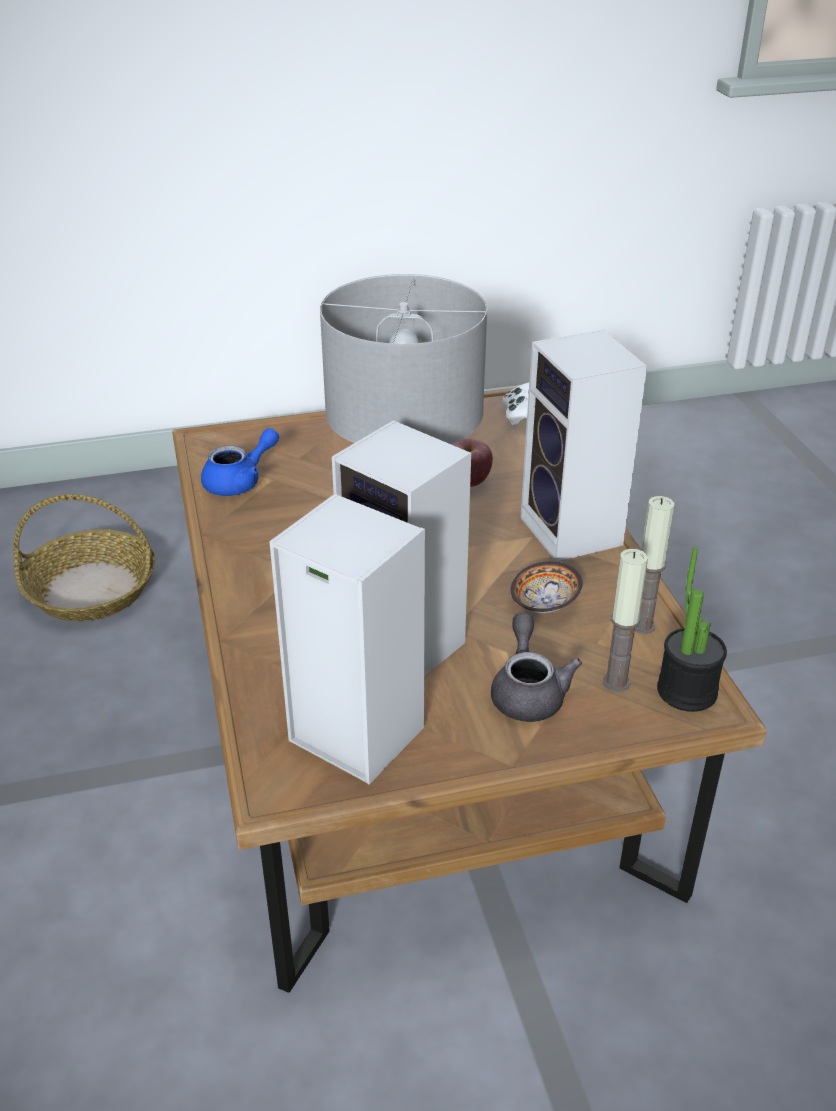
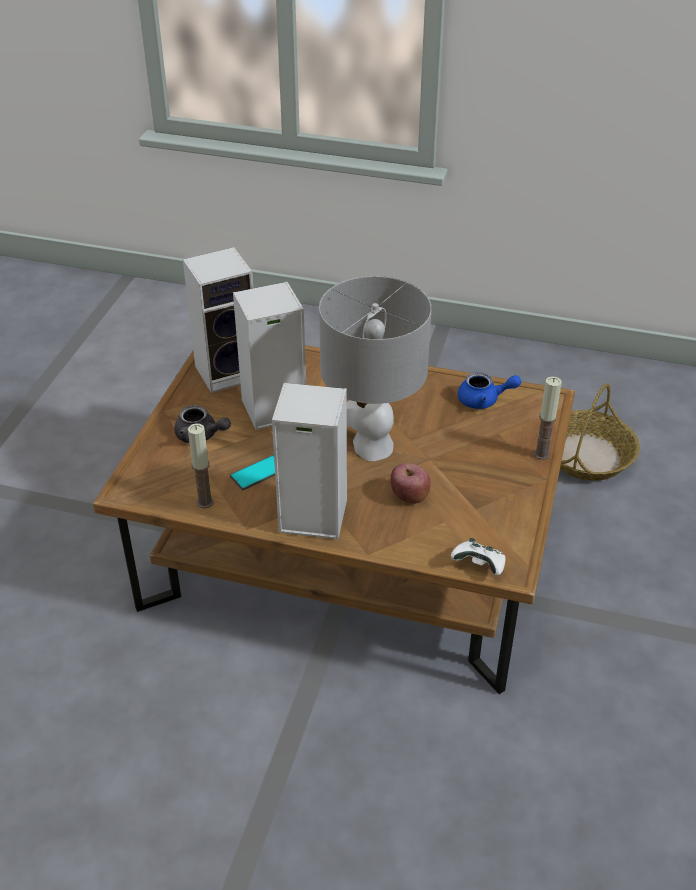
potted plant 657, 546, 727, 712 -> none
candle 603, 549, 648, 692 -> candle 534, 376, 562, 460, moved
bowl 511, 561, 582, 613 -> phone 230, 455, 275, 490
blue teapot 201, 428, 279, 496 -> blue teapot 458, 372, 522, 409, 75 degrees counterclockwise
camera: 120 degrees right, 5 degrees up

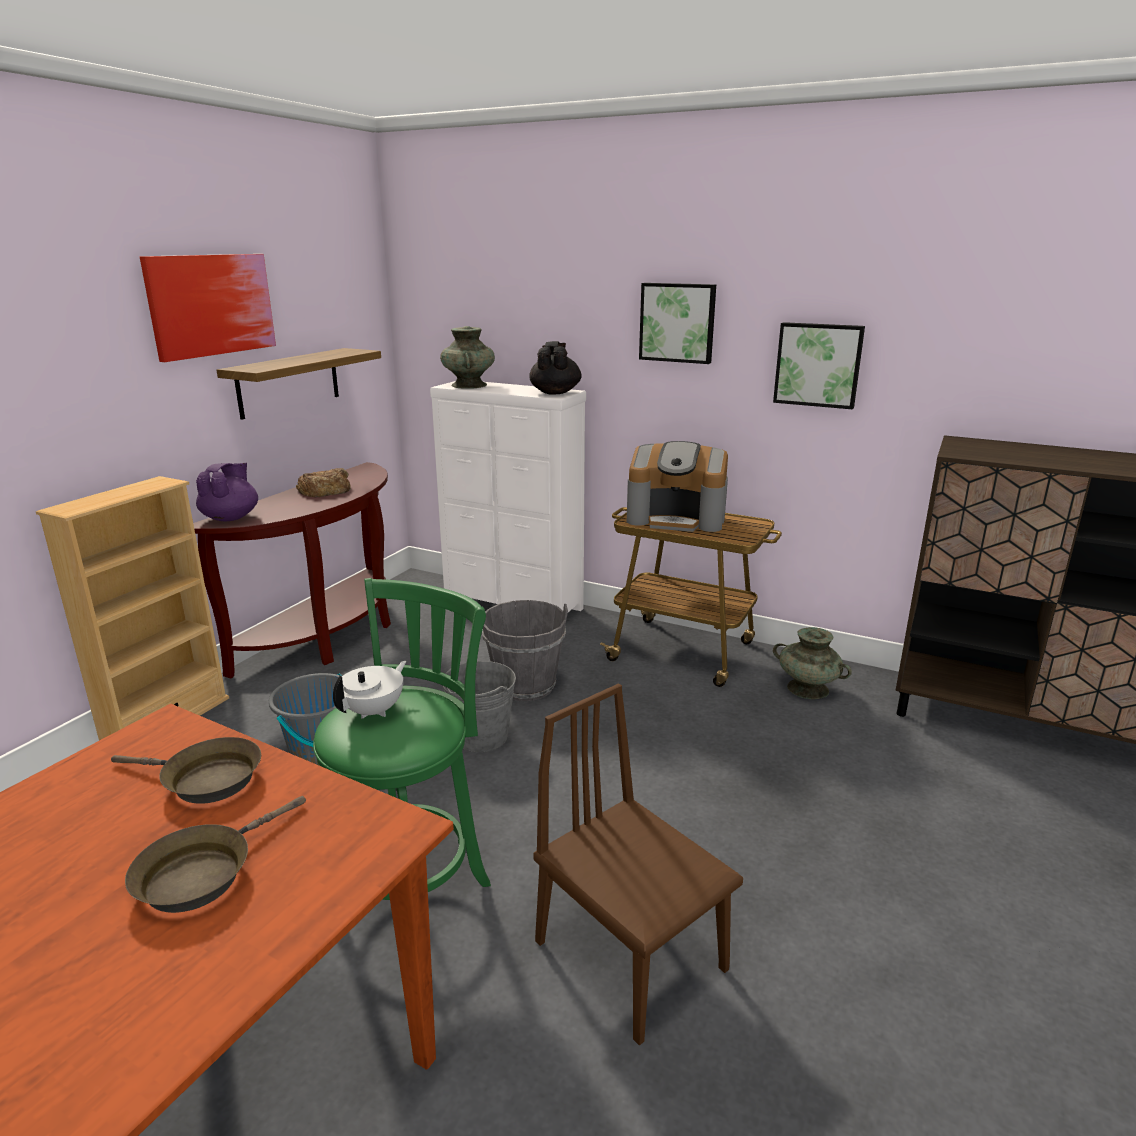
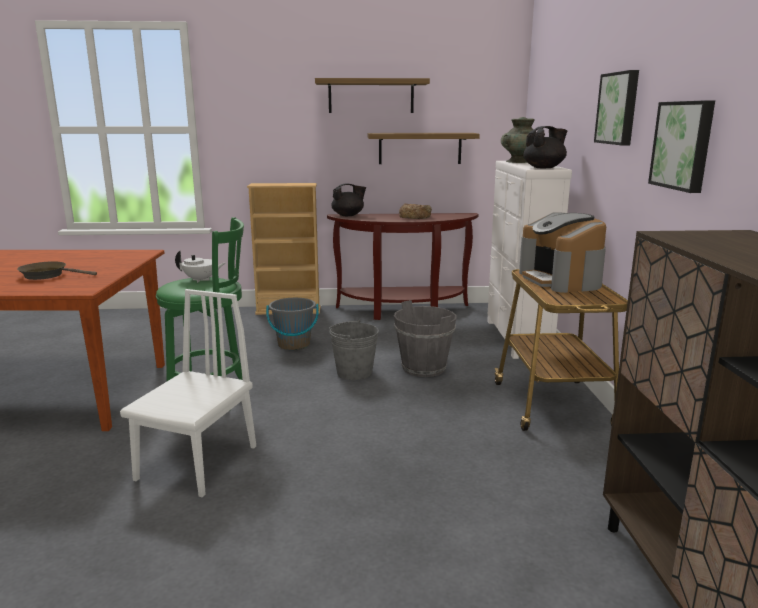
brown frying pan 111, 737, 261, 804 -> none
turquoise vase 773, 627, 852, 699 -> none
picture 140, 254, 276, 362 -> shelf 315, 78, 430, 113
purple teapot 196, 463, 258, 521 -> black teapot 331, 184, 366, 216
brown chair 533, 683, 743, 1045 -> white chair 120, 289, 256, 497
camera: 60 degrees right, 5 degrees down

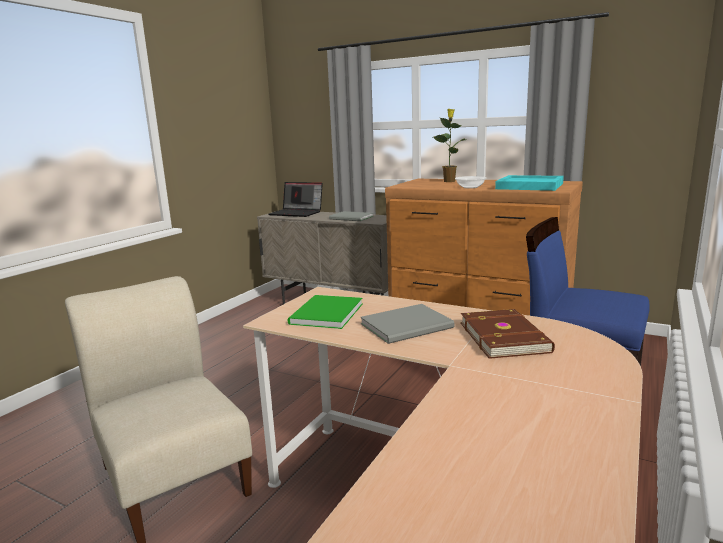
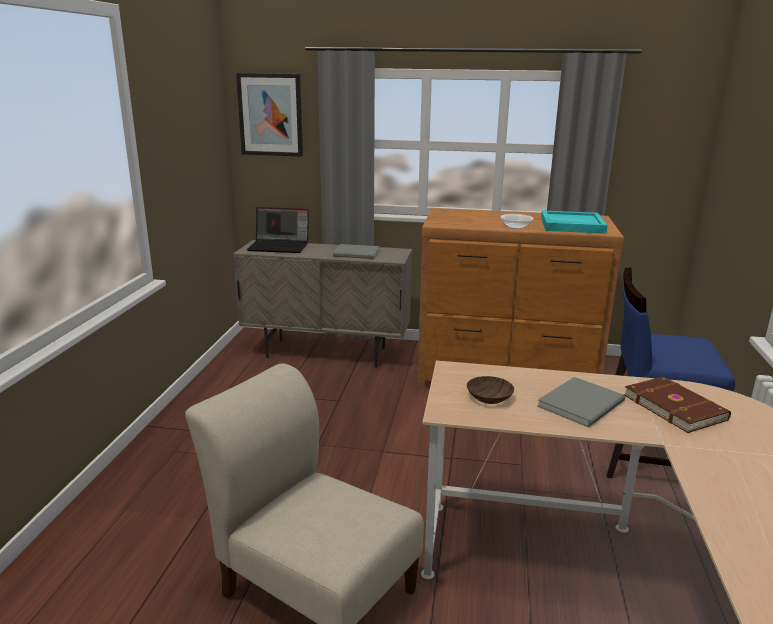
potted plant 433, 109, 466, 182 -> none
none -> picture 236, 73, 303, 157
green book 287, 295, 363, 329 -> brown bowl 467, 376, 514, 404
camera: 20 degrees left, 5 degrees up

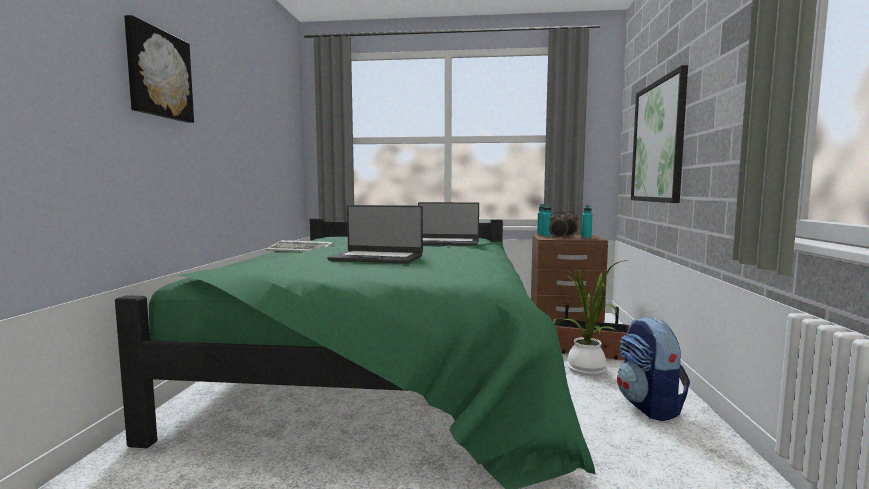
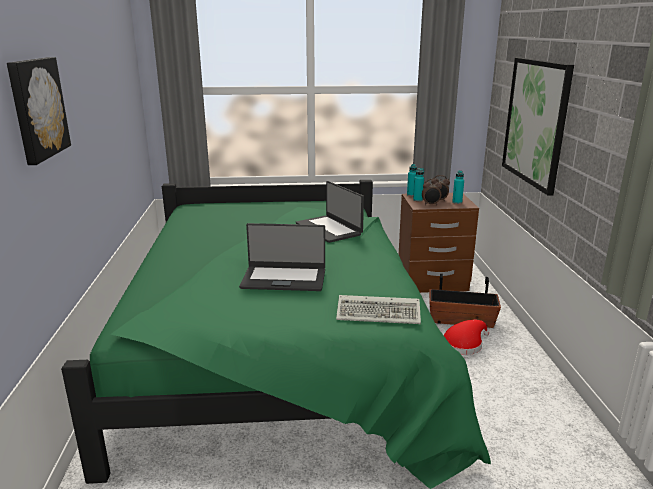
backpack 617, 317, 690, 421 -> none
keyboard 266, 240, 334, 252 -> keyboard 336, 295, 421, 324, moved
potted plant 558, 260, 628, 375 -> red hat 443, 320, 489, 355
laptop 418, 202, 479, 246 -> laptop 296, 181, 364, 243, 60 degrees clockwise
camera: 10 degrees left, 15 degrees up

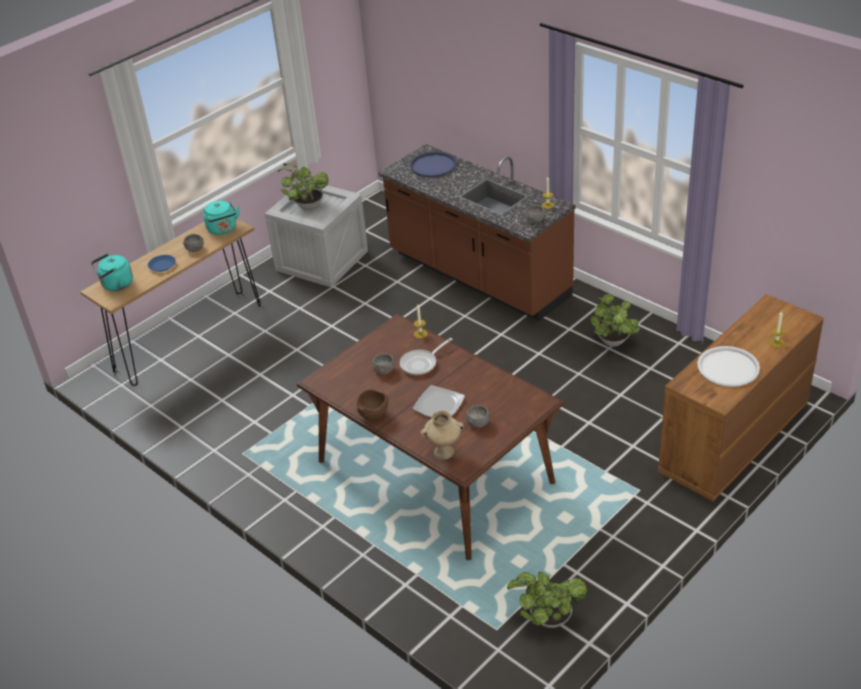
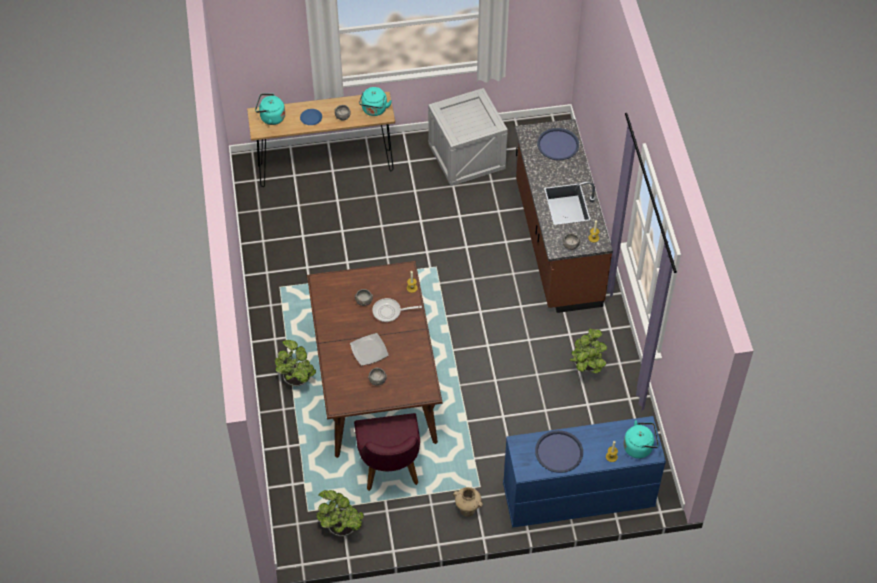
brown bowl 357, 389, 388, 420 -> none
none -> purple chair 354, 413, 420, 491
none -> turquoise kettle 623, 420, 659, 459
potted plant 278, 163, 329, 210 -> potted plant 275, 340, 316, 386, moved
beige vase 421, 411, 464, 459 -> beige vase 453, 487, 483, 517, moved
brown dresser 658, 294, 824, 501 -> blue dresser 503, 416, 666, 527
white tray 697, 346, 760, 387 -> blue tray 535, 430, 583, 473
camera: 35 degrees right, 15 degrees up

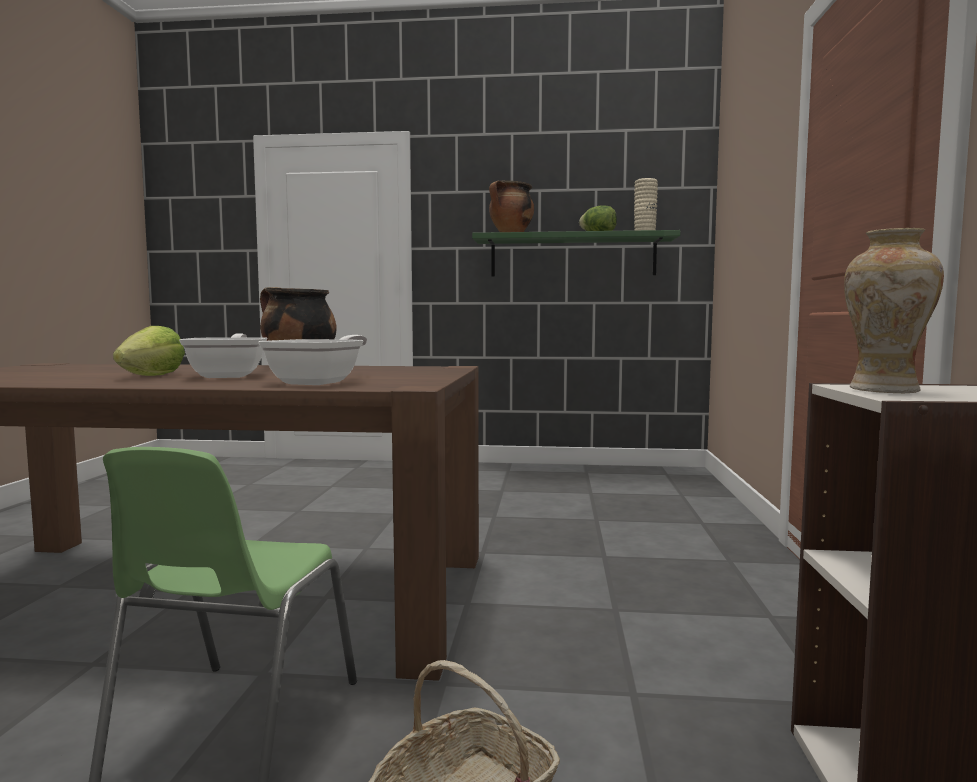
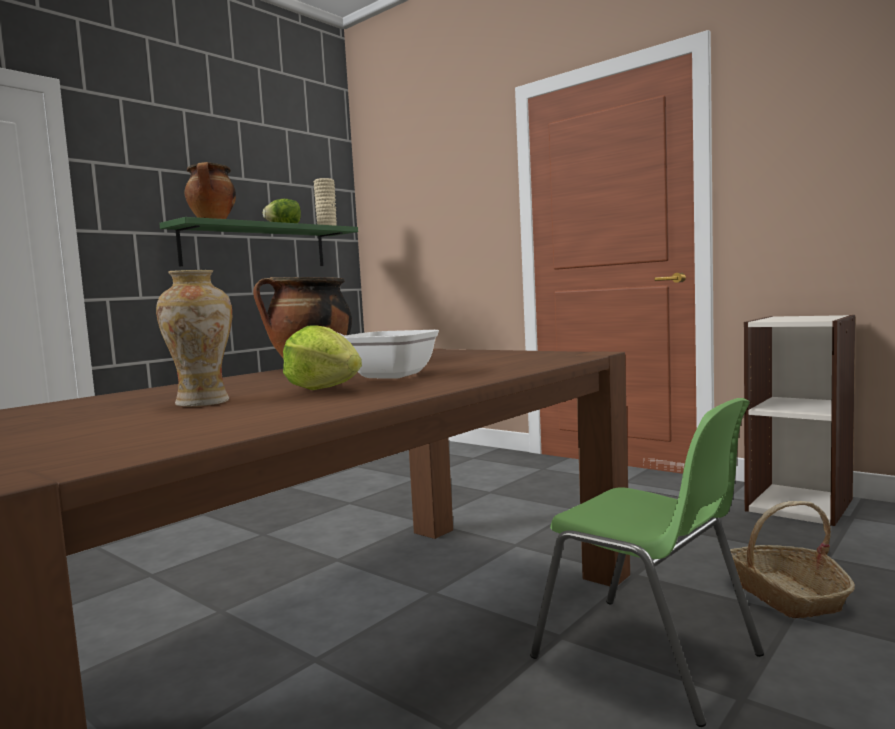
frying pan 258, 335, 367, 385 -> none
vase 844, 228, 944, 393 -> vase 156, 270, 232, 407, moved
camera: 55 degrees left, 0 degrees up

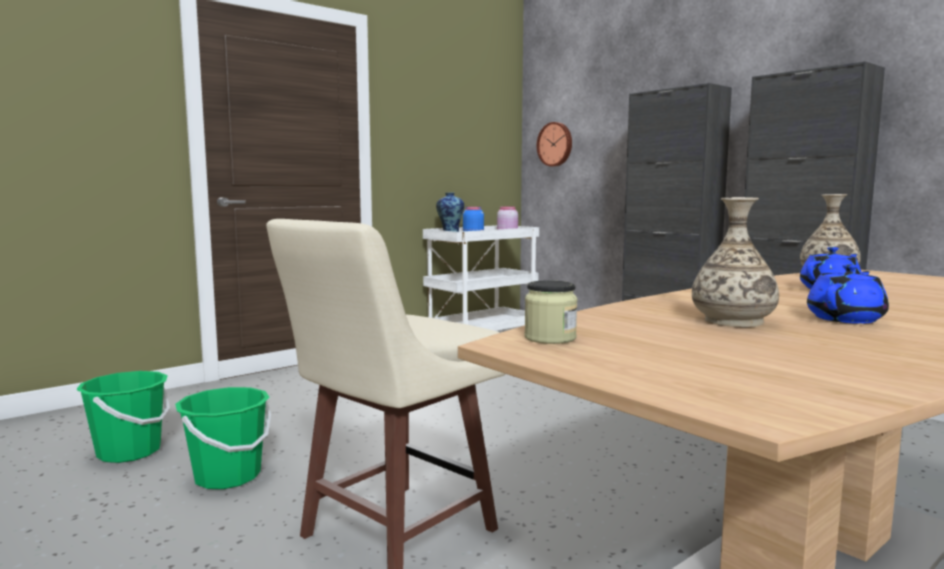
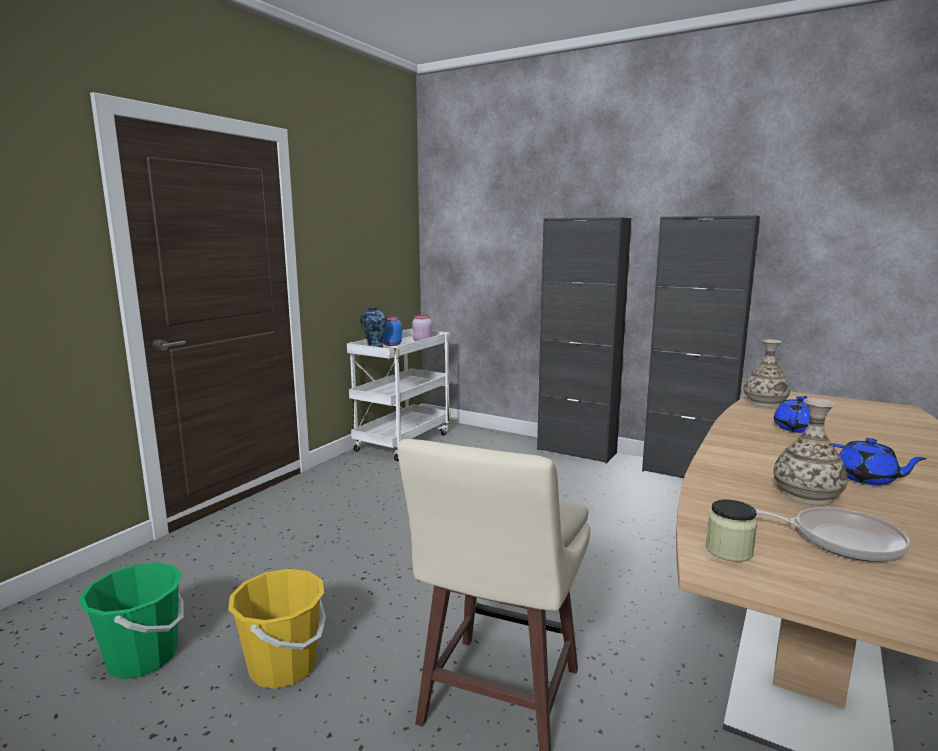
wall clock 537, 122, 572, 167 -> none
none -> frying pan 756, 507, 910, 562
green bucket 175, 387, 271, 489 -> yellow bucket 228, 569, 326, 689
blue teapot 807, 264, 889, 324 -> blue teapot 832, 438, 927, 485, 105 degrees clockwise
camera: 20 degrees left, 5 degrees up

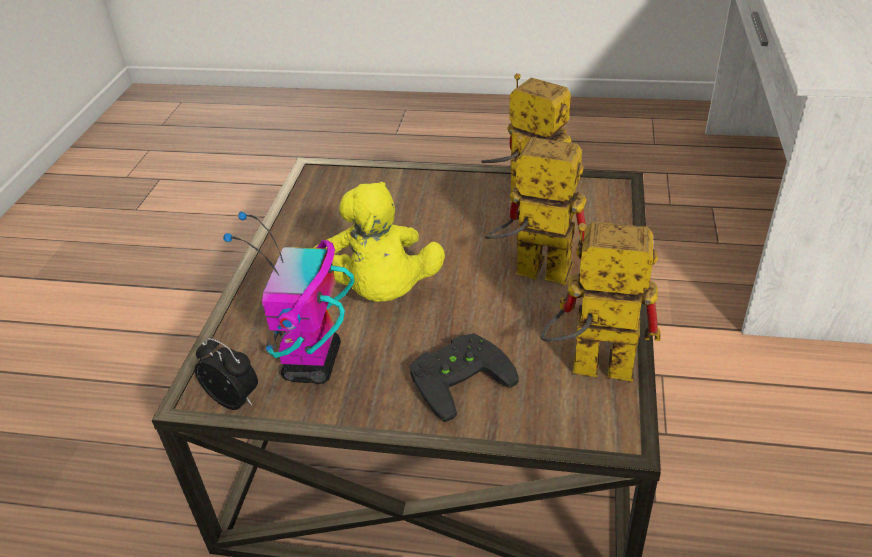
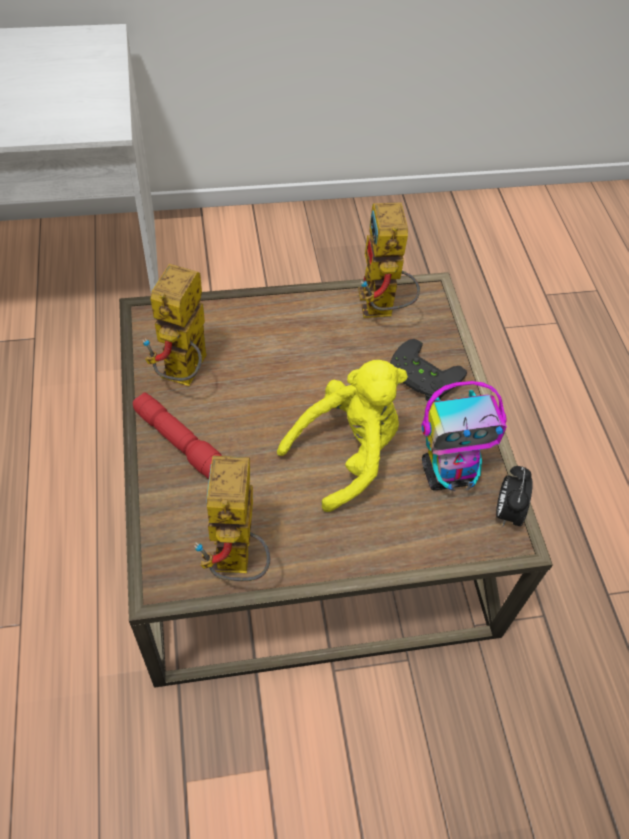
none -> red flashlight 133, 392, 222, 479
toy robot 485, 136, 587, 285 -> toy robot 194, 456, 270, 581, moved
camera: 115 degrees left, 15 degrees up

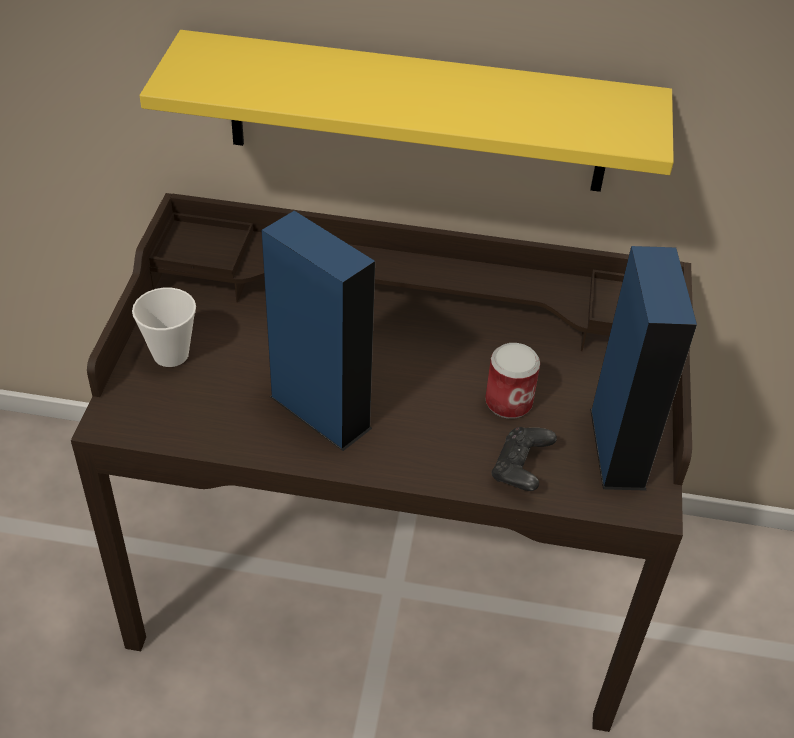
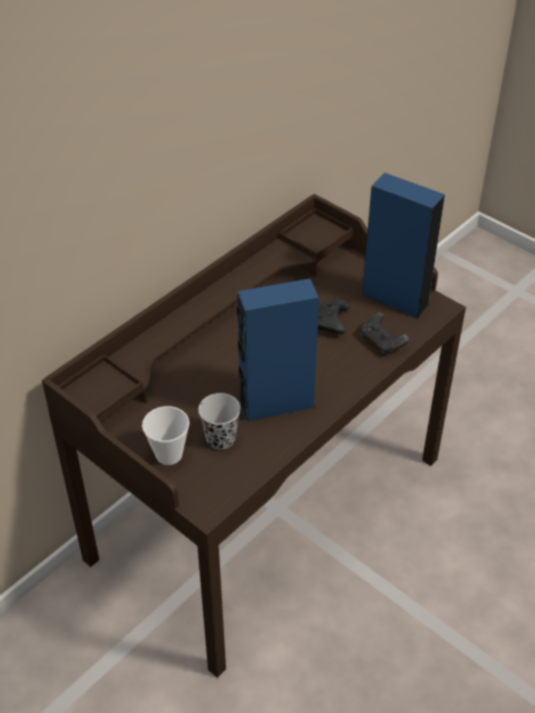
yellow shelf 140, 30, 674, 192 -> none
none -> black cup 198, 393, 240, 449
can 485, 343, 540, 419 -> black game controller 318, 300, 350, 334
camera: 55 degrees left, 0 degrees up

